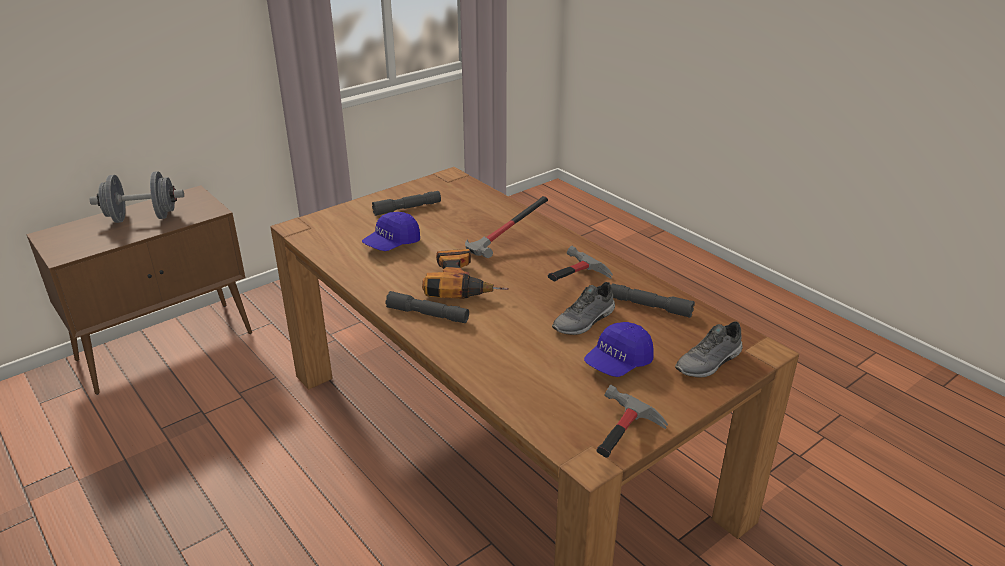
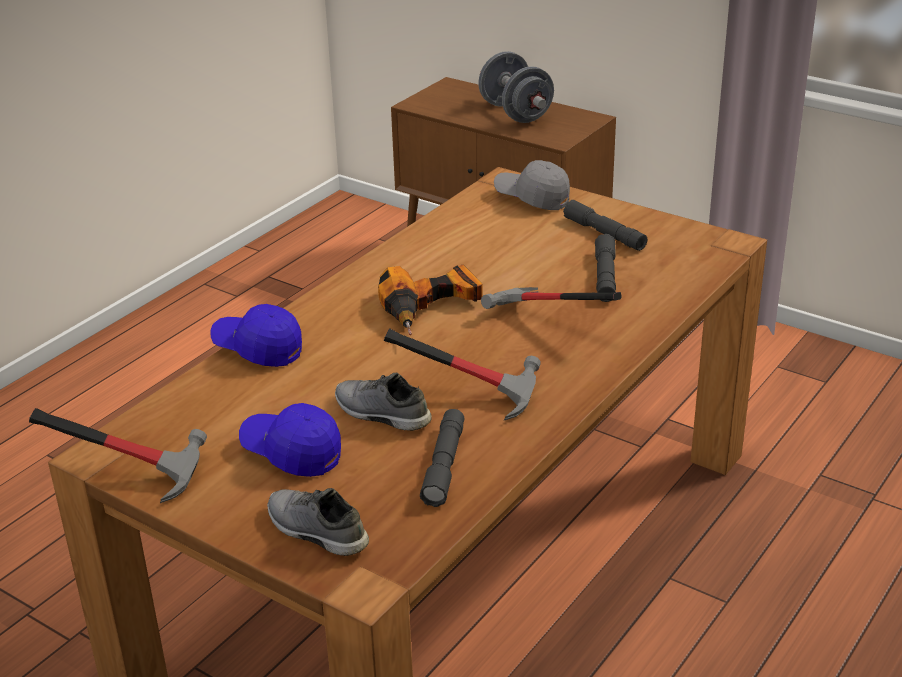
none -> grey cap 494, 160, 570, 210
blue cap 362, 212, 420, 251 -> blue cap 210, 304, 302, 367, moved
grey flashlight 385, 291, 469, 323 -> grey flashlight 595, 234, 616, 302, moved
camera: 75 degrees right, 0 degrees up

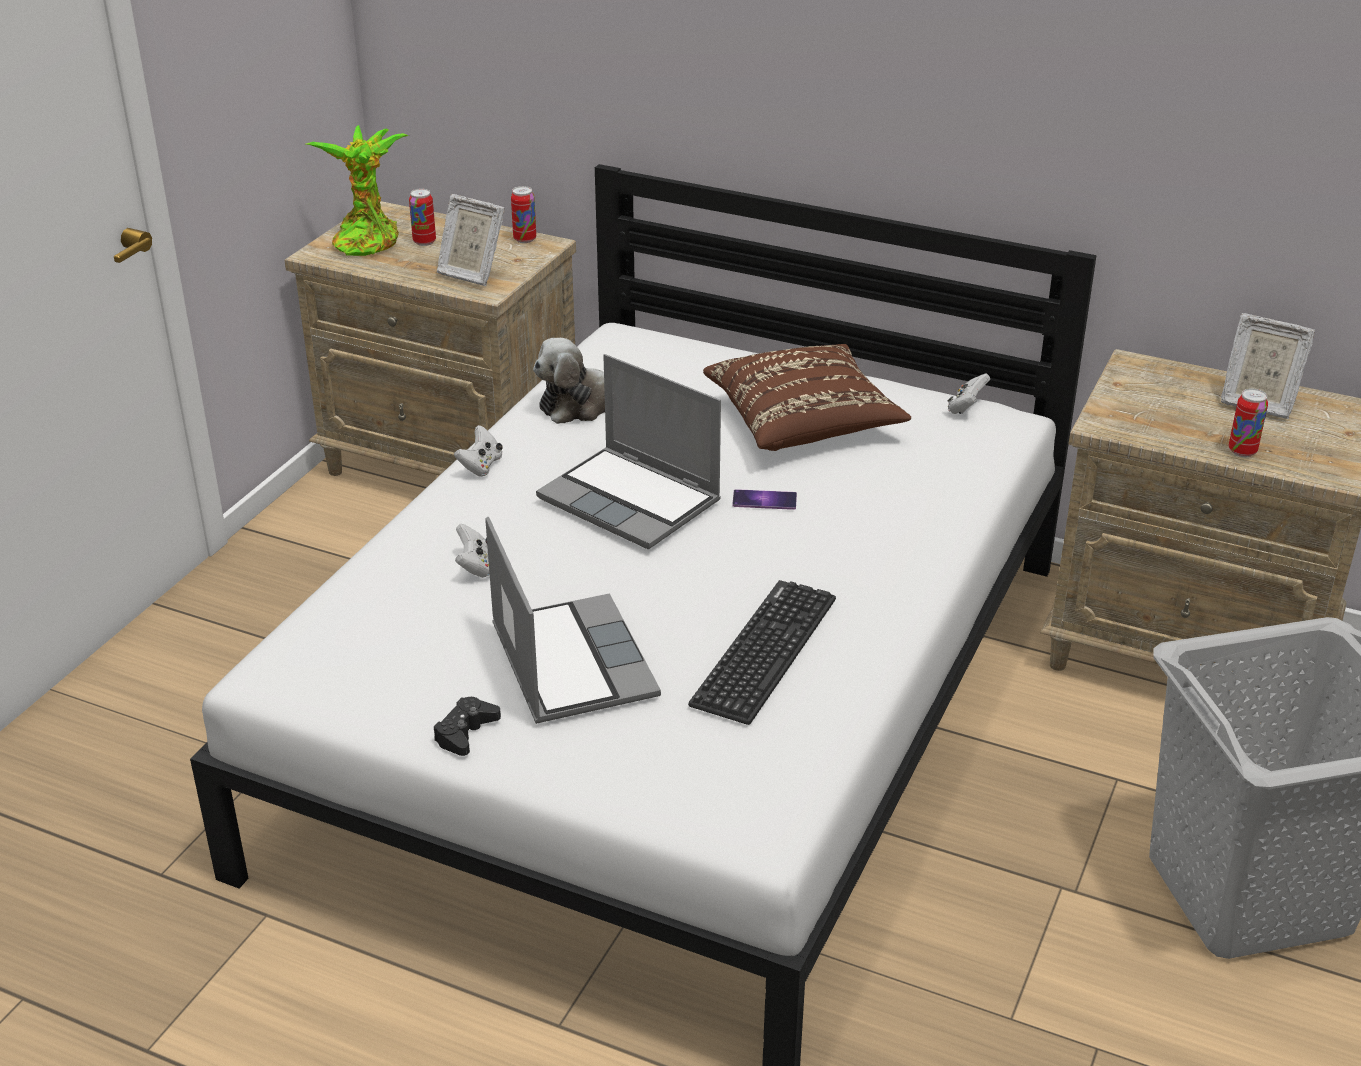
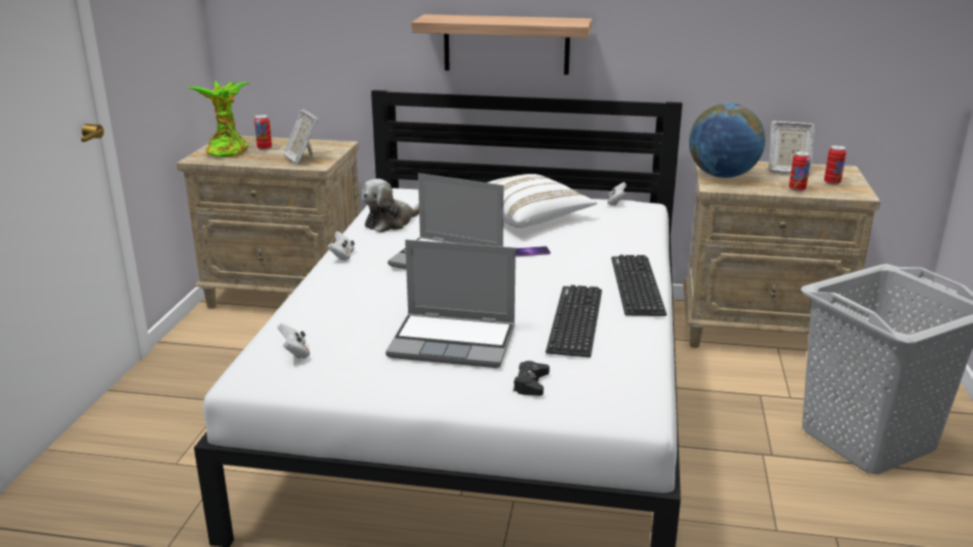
none -> shelf 412, 14, 592, 75
none -> keyboard 611, 255, 667, 316
none -> globe 689, 103, 765, 178
black game controller 434, 697, 501, 756 -> black game controller 513, 361, 550, 396, moved
white game controller 455, 524, 490, 578 -> white game controller 277, 323, 310, 359, moved
can 511, 186, 536, 243 -> can 824, 145, 846, 185, moved
brown pillow 703, 344, 911, 451 -> white pillow 487, 174, 597, 228
picture frame 437, 194, 505, 286 -> picture frame 283, 109, 318, 165, 45 degrees clockwise
laptop 485, 517, 661, 724 -> laptop 386, 240, 516, 368, 135 degrees clockwise
camera: 15 degrees left, 10 degrees down

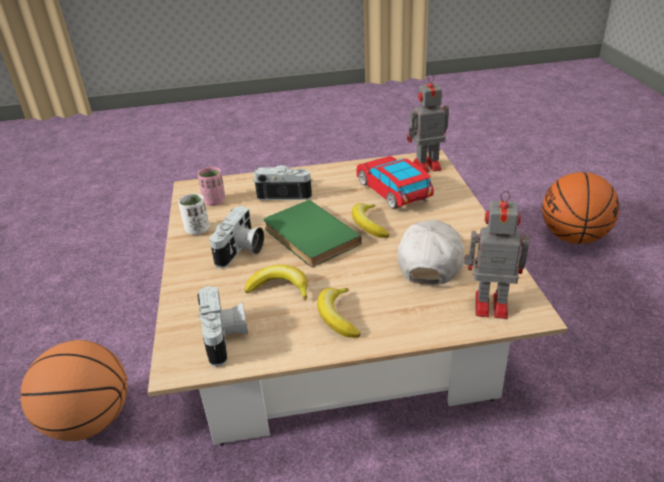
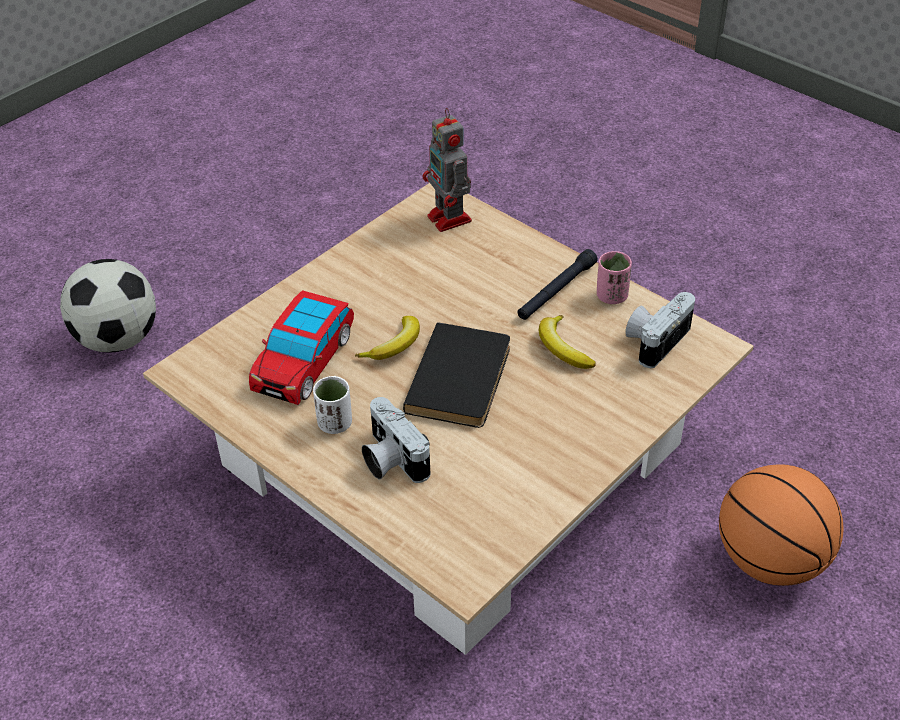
photo camera 209, 206, 264, 268 -> none
white cap 397, 220, 464, 284 -> none
toy robot 407, 74, 449, 173 -> none
white cup 178, 193, 209, 235 -> white cup 313, 376, 352, 434, moved
pink cup 198, 167, 225, 206 -> pink cup 597, 251, 632, 304, moved
banana 317, 288, 361, 338 -> black flashlight 518, 249, 597, 320
basketball 542, 172, 620, 244 -> football 60, 259, 156, 353
green book 264, 200, 362, 267 -> black book 403, 322, 510, 428
camera: 130 degrees left, 10 degrees up

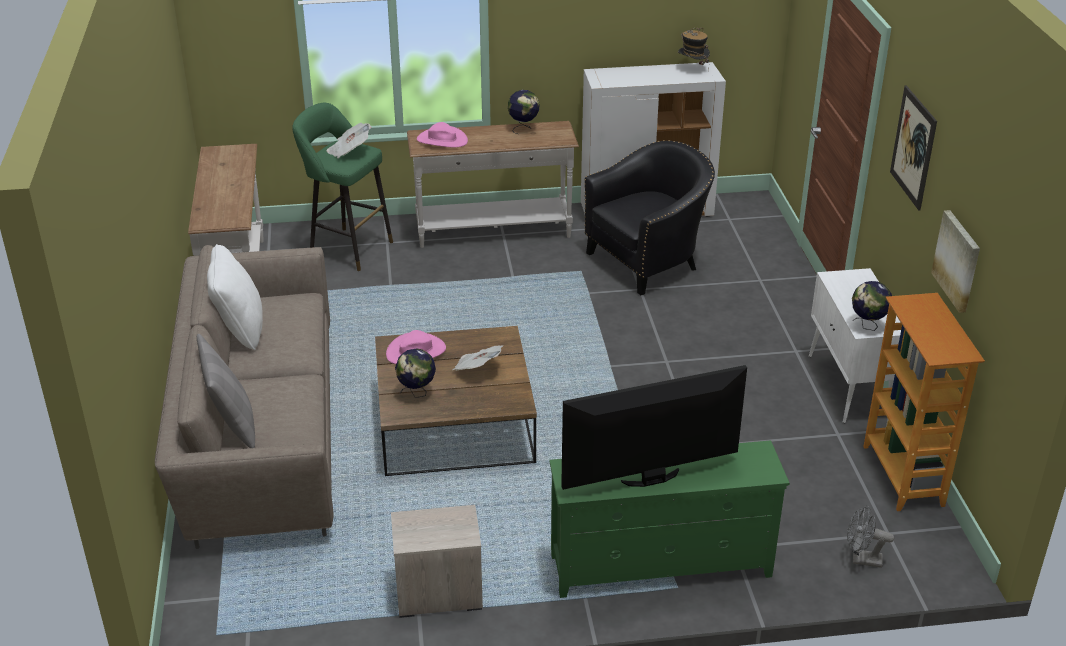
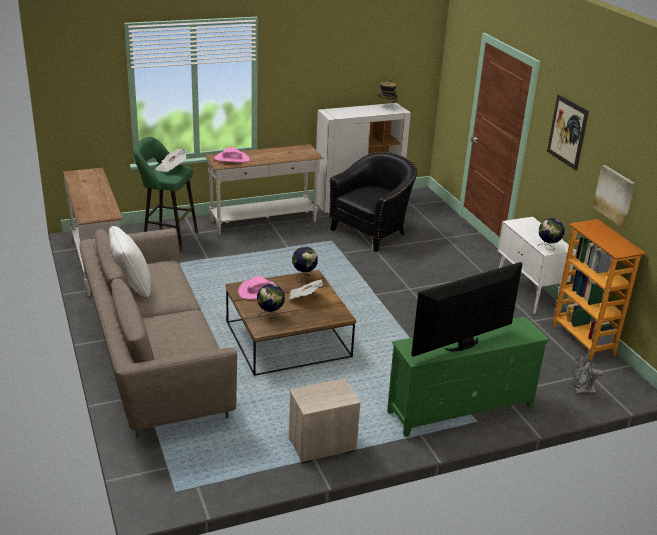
grey pillow 197, 334, 255, 448 -> none
globe 508, 90, 540, 134 -> globe 292, 247, 318, 282, moved
camera: 15 degrees left, 5 degrees down

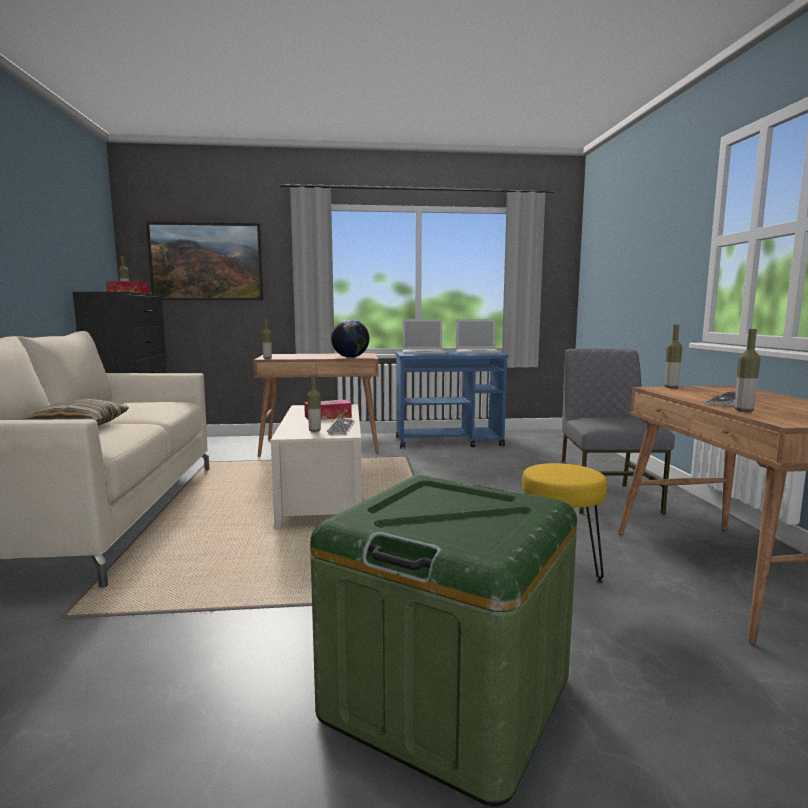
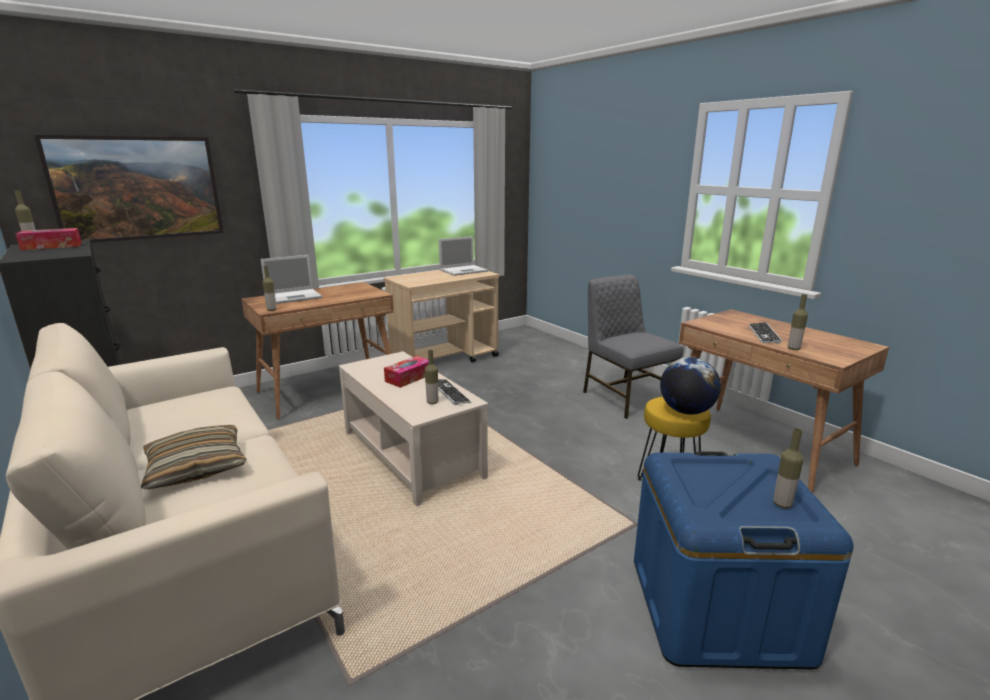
globe 331, 319, 369, 358 -> globe 660, 357, 721, 415, moved
laptop 403, 319, 445, 354 -> laptop 260, 255, 322, 304, moved
bottle 664, 325, 682, 388 -> bottle 773, 428, 803, 509, moved
green storage box 310, 475, 577, 807 -> blue storage box 634, 451, 854, 669
blue cart 395, 351, 508, 449 -> beige cart 384, 270, 500, 362
camera: 30 degrees left, 10 degrees up

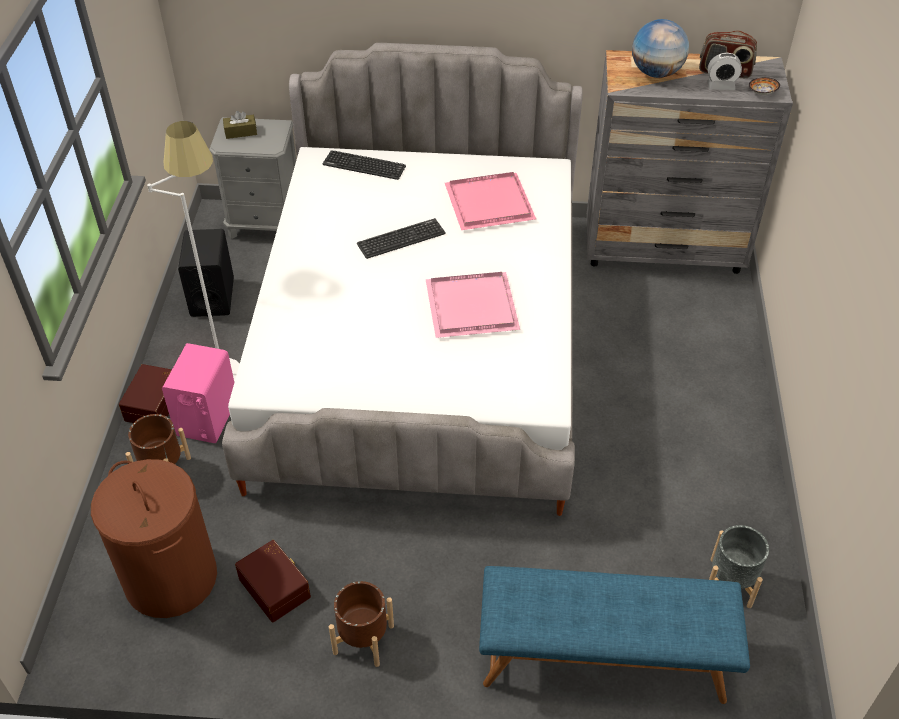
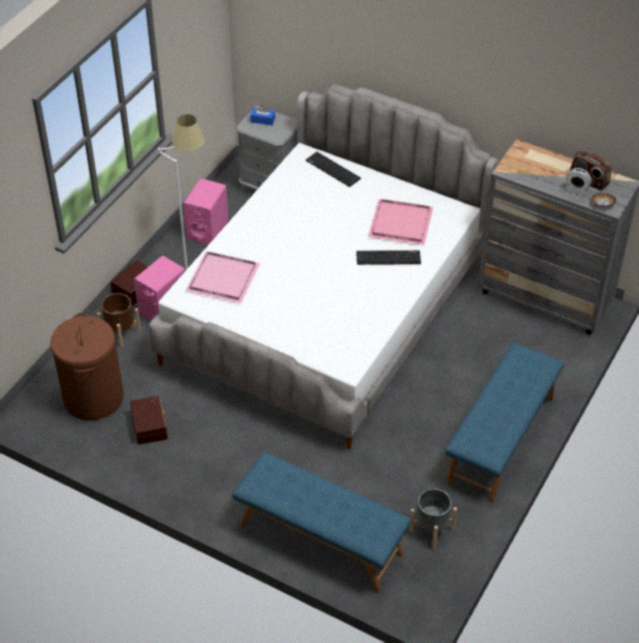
brown planter 329, 581, 394, 667 -> none
globe 632, 19, 689, 78 -> none
none -> blue bench 445, 343, 564, 503
keyboard 357, 218, 446, 259 -> keyboard 356, 250, 421, 265, moved
pink tray 426, 272, 520, 338 -> pink tray 185, 251, 260, 303, moved
black speaker 178, 229, 234, 317 -> pink speaker 183, 178, 229, 245
brown tissue box 223, 111, 257, 139 -> blue tissue box 250, 106, 275, 125
camera: 25 degrees right, 0 degrees up

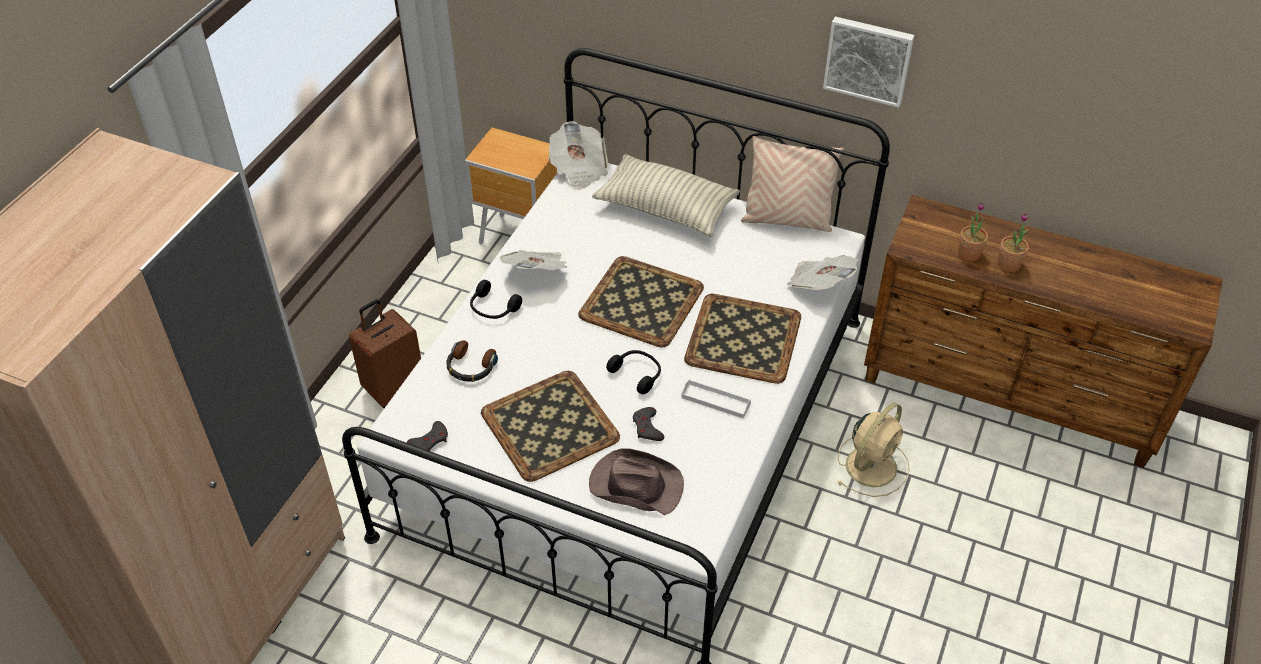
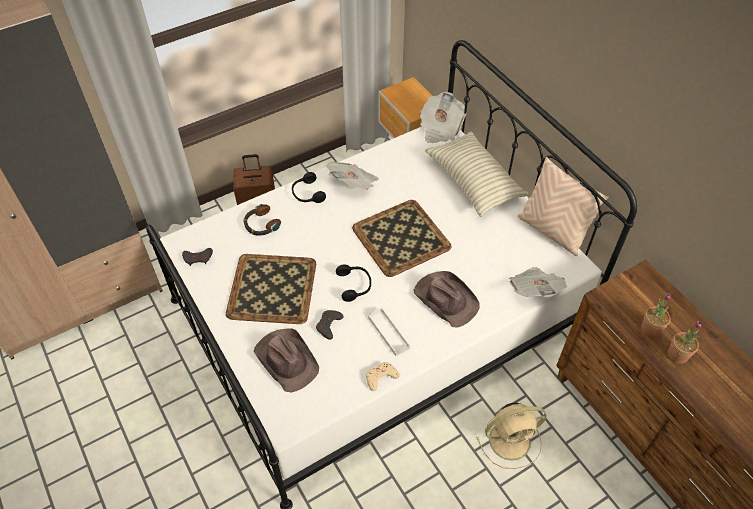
picture 823, 17, 914, 108 -> none
none -> beige game controller 366, 362, 400, 391
tray 684, 294, 801, 384 -> brown hat 414, 271, 480, 328
camera: 35 degrees right, 5 degrees up

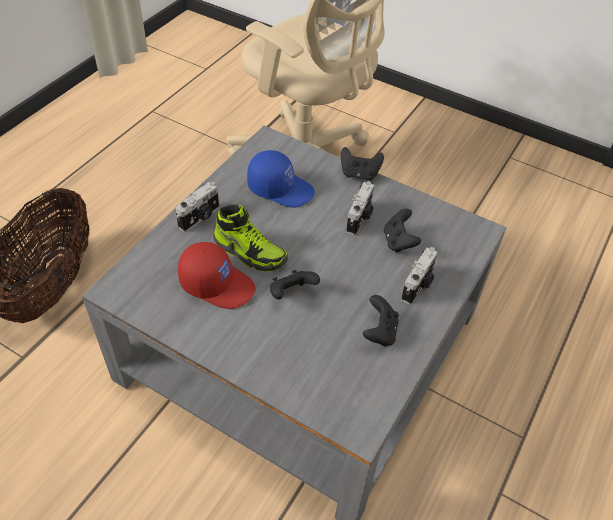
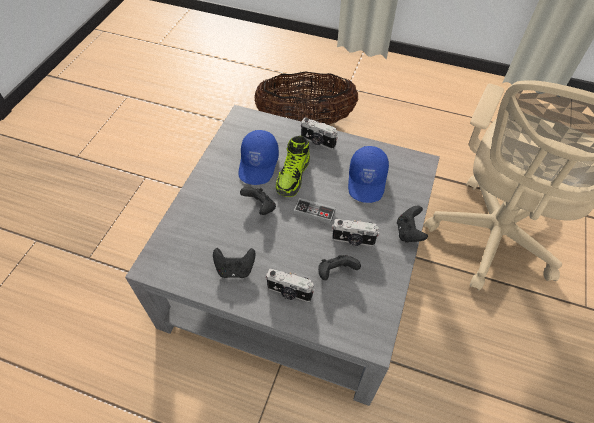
none -> game controller 294, 198, 336, 224
red cap 178, 242, 256, 309 -> blue cap 239, 130, 279, 185
camera: 80 degrees right, 5 degrees up

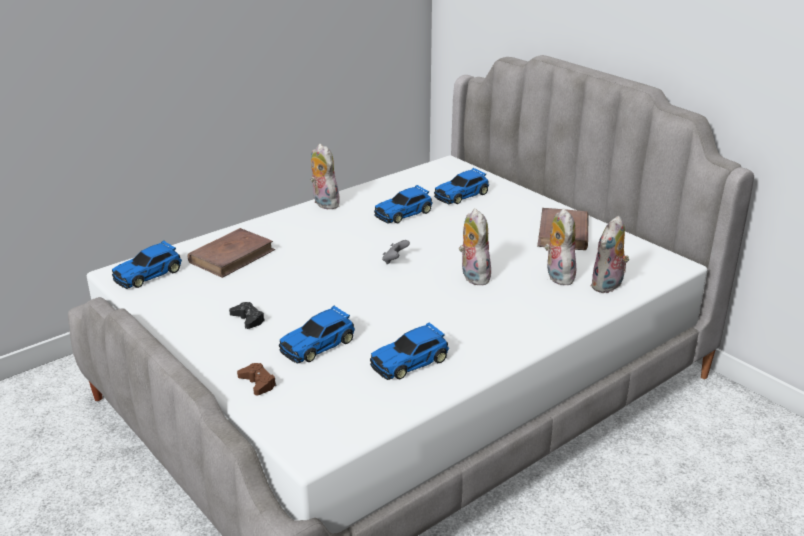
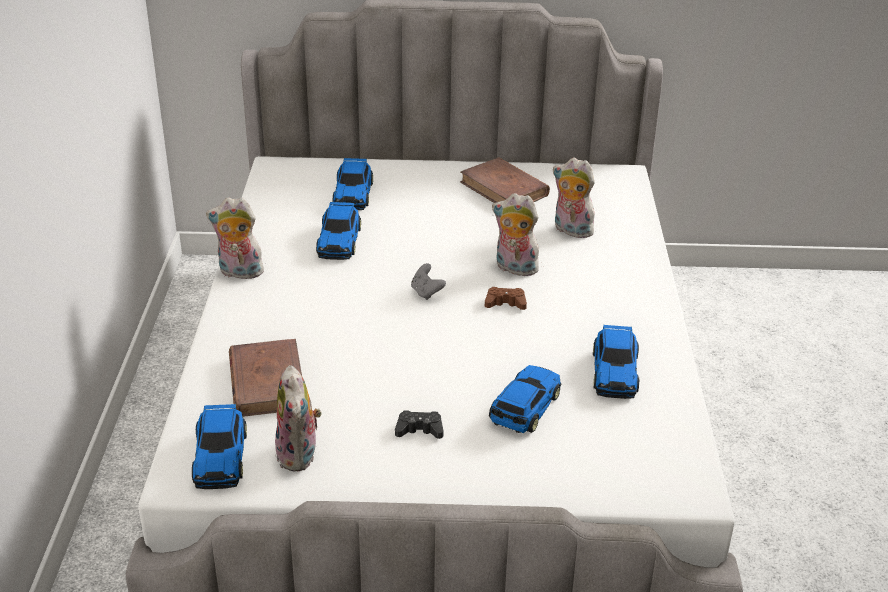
brown game controller 237, 363, 276, 395 -> brown game controller 485, 287, 527, 310, moved
plush toy 590, 216, 629, 293 -> plush toy 275, 365, 322, 472, moved
toy car 279, 305, 355, 364 -> toy car 489, 365, 561, 433, 150 degrees counterclockwise
camera: 50 degrees left, 5 degrees up

